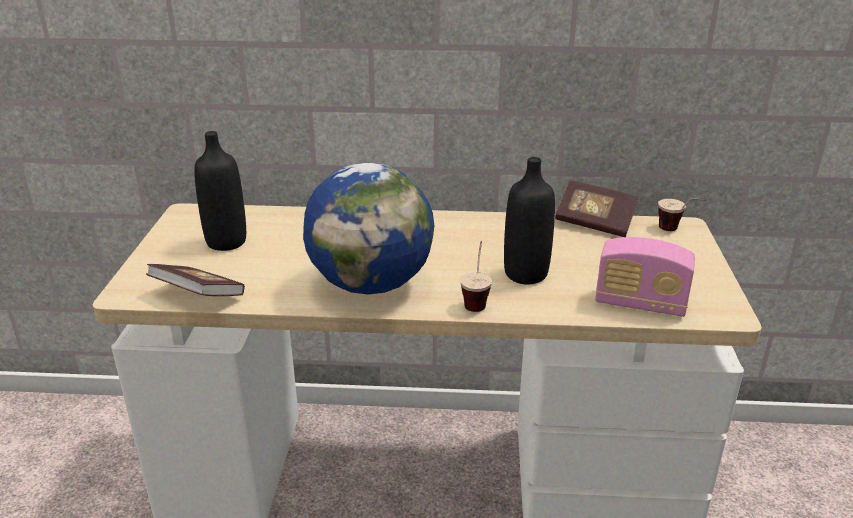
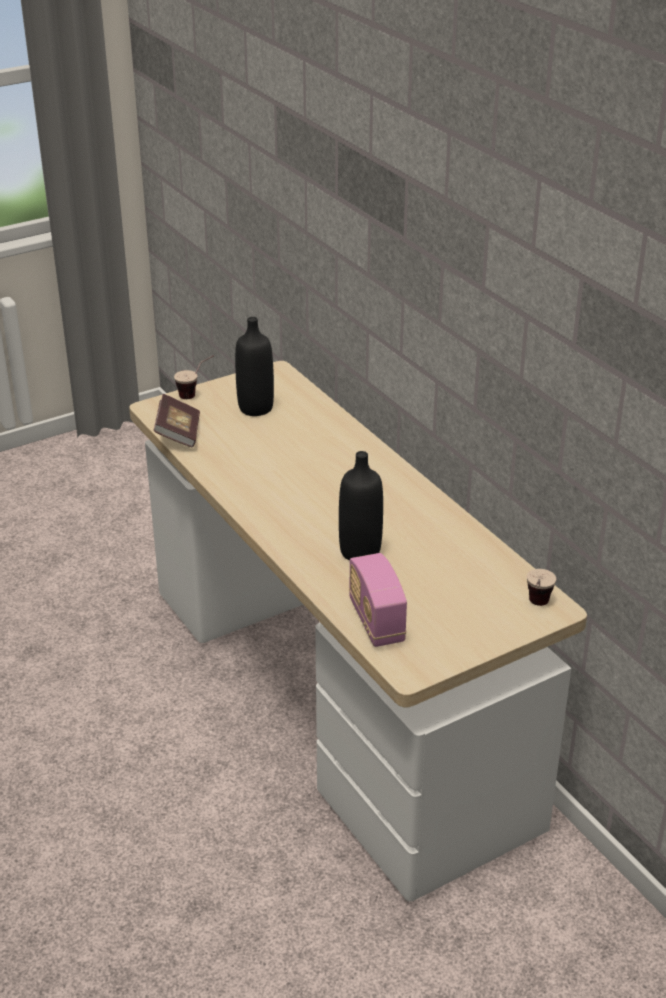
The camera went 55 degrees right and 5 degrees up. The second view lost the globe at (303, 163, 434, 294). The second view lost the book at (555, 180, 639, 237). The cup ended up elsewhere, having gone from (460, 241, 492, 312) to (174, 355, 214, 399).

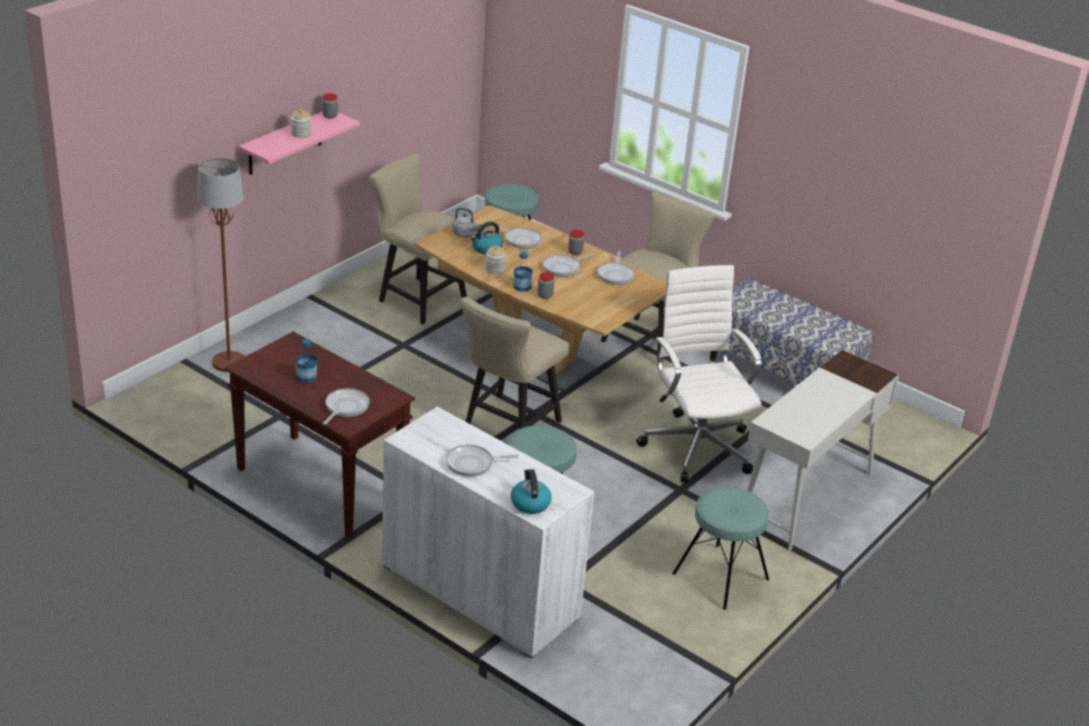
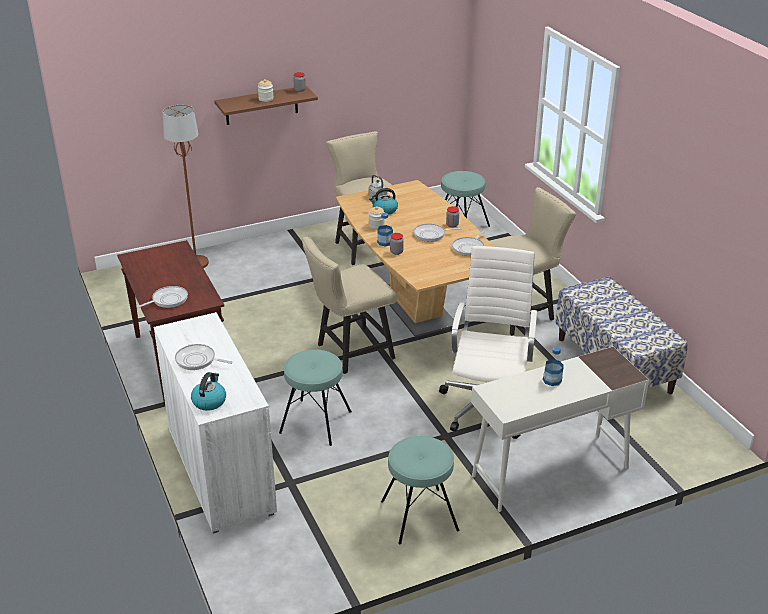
The camera went 30 degrees right and 0 degrees up. What was the pink shelf at (238, 112, 360, 175) turned into the brown shelf at (214, 86, 318, 125). The second view lost the frying pan at (492, 226, 542, 249). The bottle ended up elsewhere, having gone from (296, 339, 317, 383) to (543, 347, 564, 386).

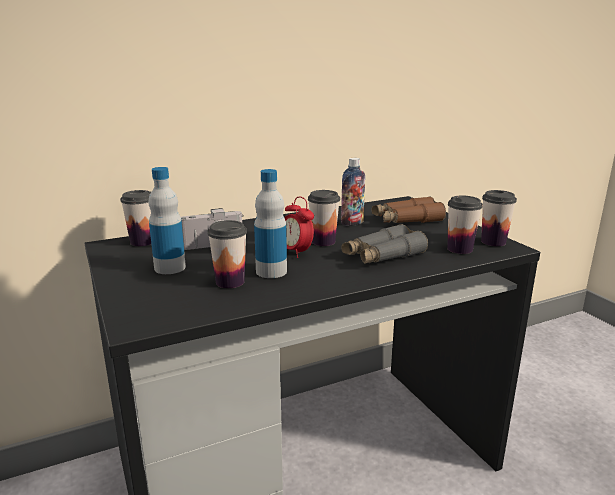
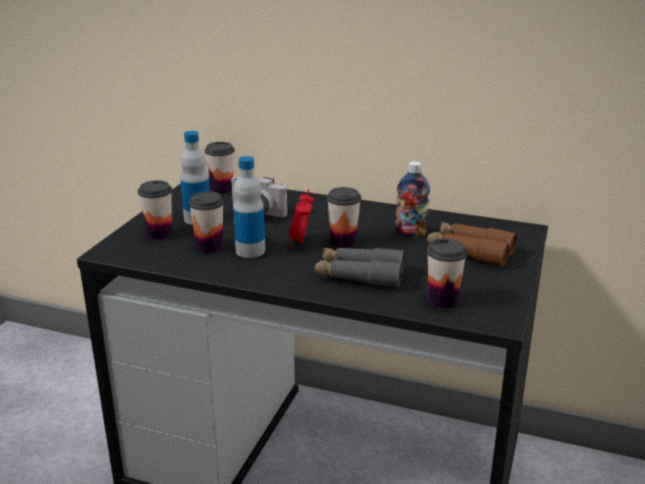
The camera went 45 degrees right and 5 degrees up. The cup ended up elsewhere, having gone from (481, 190, 517, 246) to (138, 180, 172, 240).

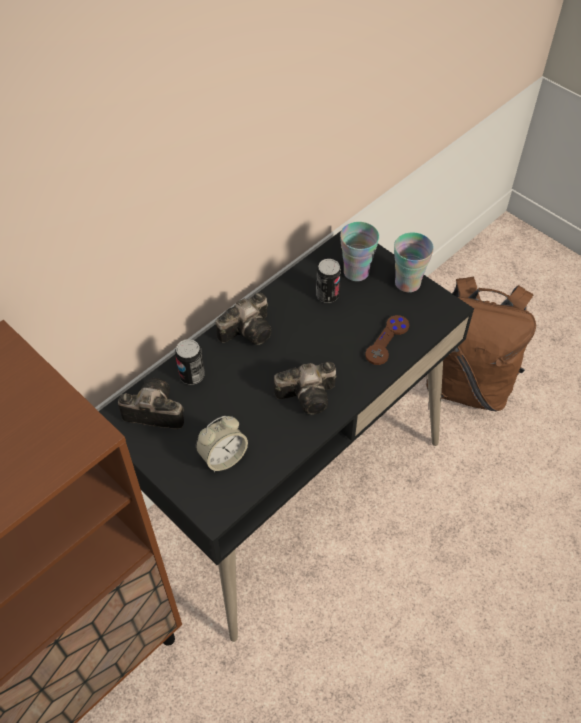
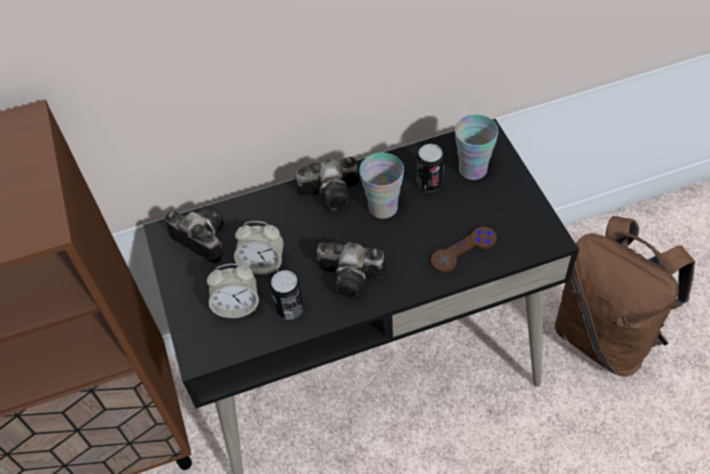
The camera went 30 degrees right and 0 degrees up. The cup ended up elsewhere, having gone from (394, 232, 434, 293) to (359, 153, 404, 219). The can ended up elsewhere, having gone from (175, 339, 205, 385) to (270, 270, 304, 320). The second view gained the alarm clock at (234, 221, 284, 275).

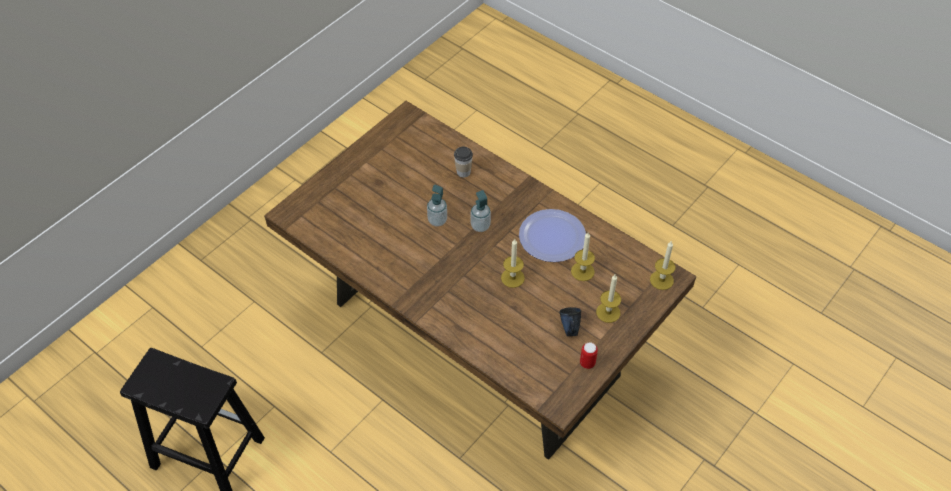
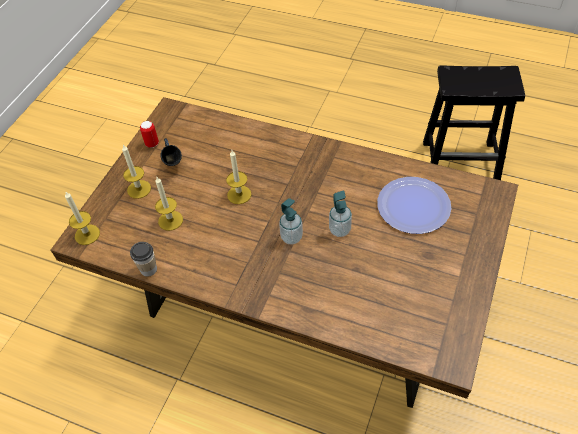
The camera went 165 degrees right and 0 degrees up. The cup ended up elsewhere, having gone from (454, 147, 473, 177) to (130, 242, 157, 277). The plate ended up elsewhere, having gone from (519, 209, 586, 262) to (377, 177, 451, 234).

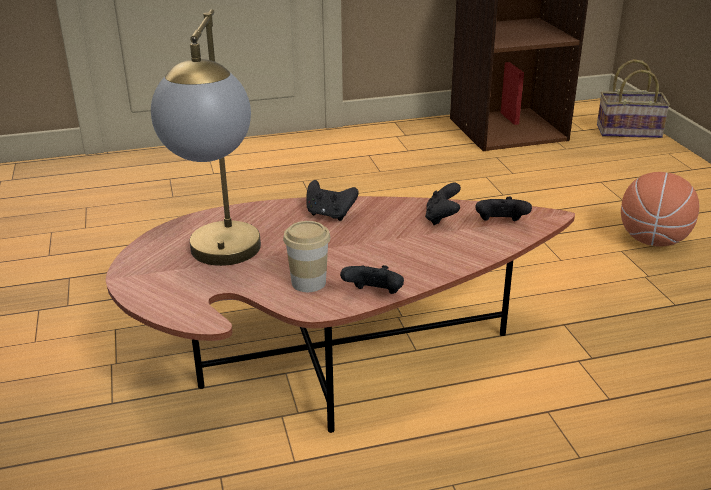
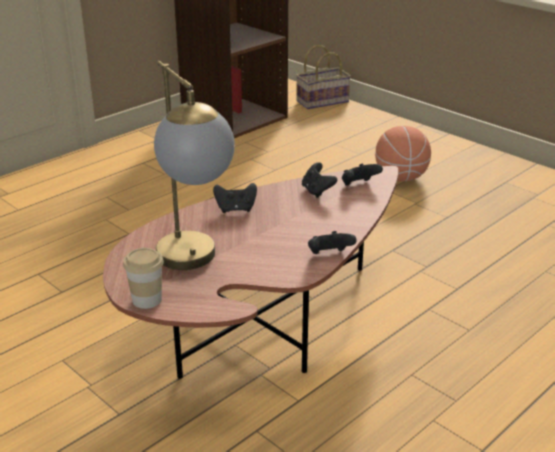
The camera went 30 degrees left and 0 degrees up. The cup ended up elsewhere, having gone from (283, 221, 331, 292) to (123, 248, 164, 309).

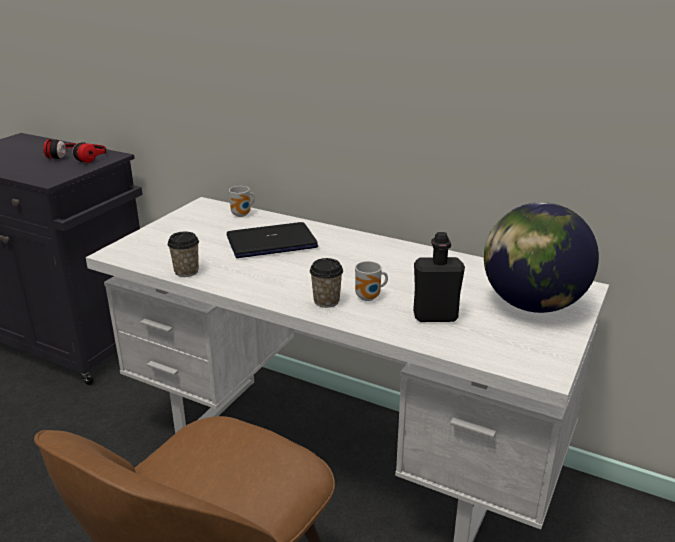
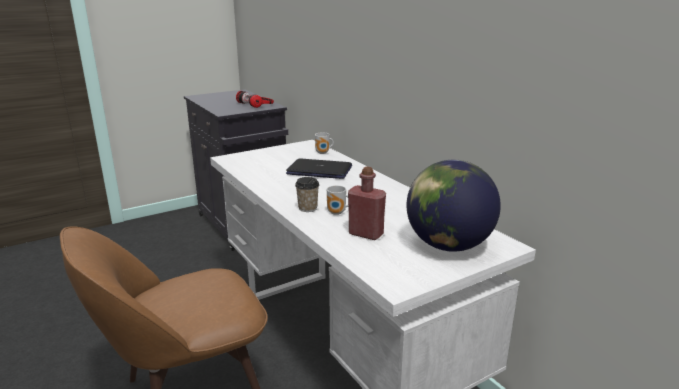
The camera went 30 degrees right and 5 degrees down. The second view lost the cup at (168, 232, 199, 277). What was the black bottle at (413, 232, 465, 322) turned into the red bottle at (348, 166, 386, 240).

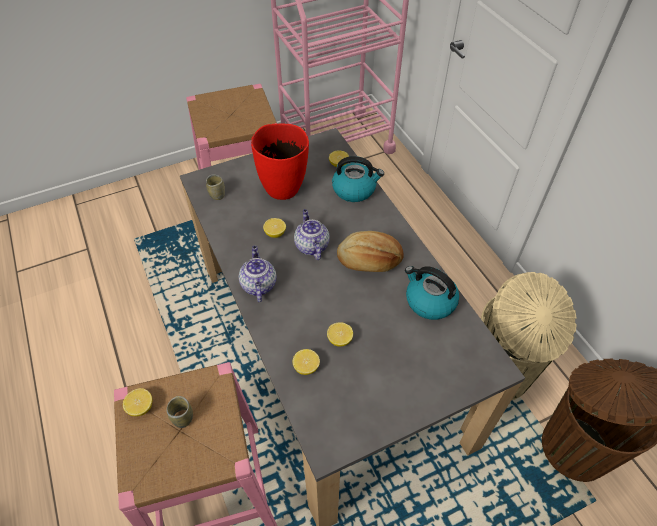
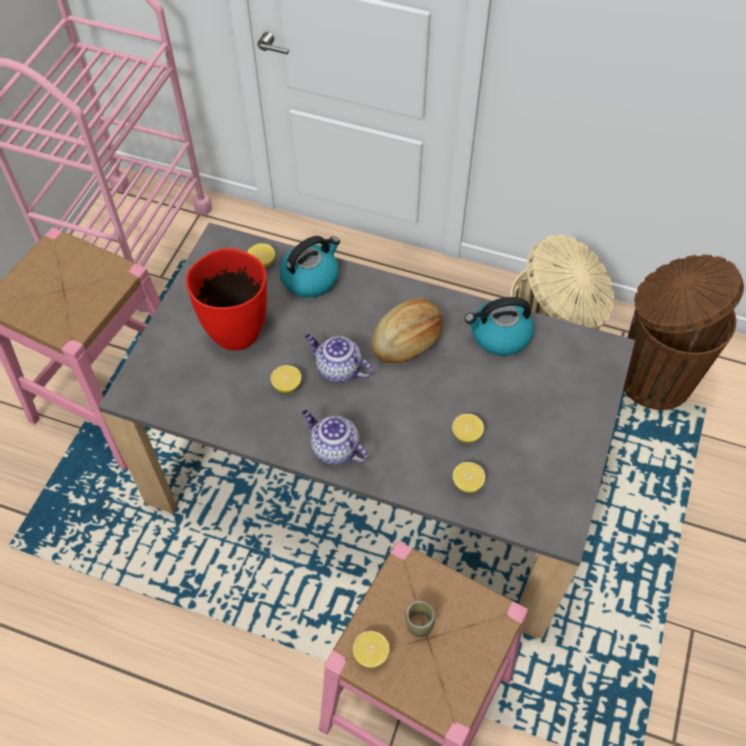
The camera went 45 degrees left and 5 degrees up. The second view lost the cup at (206, 174, 225, 200).

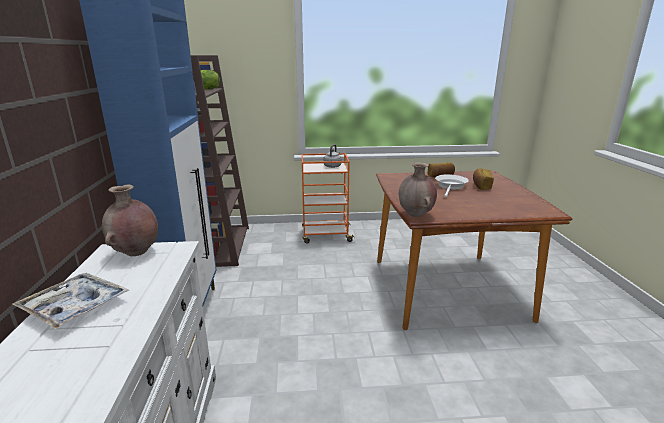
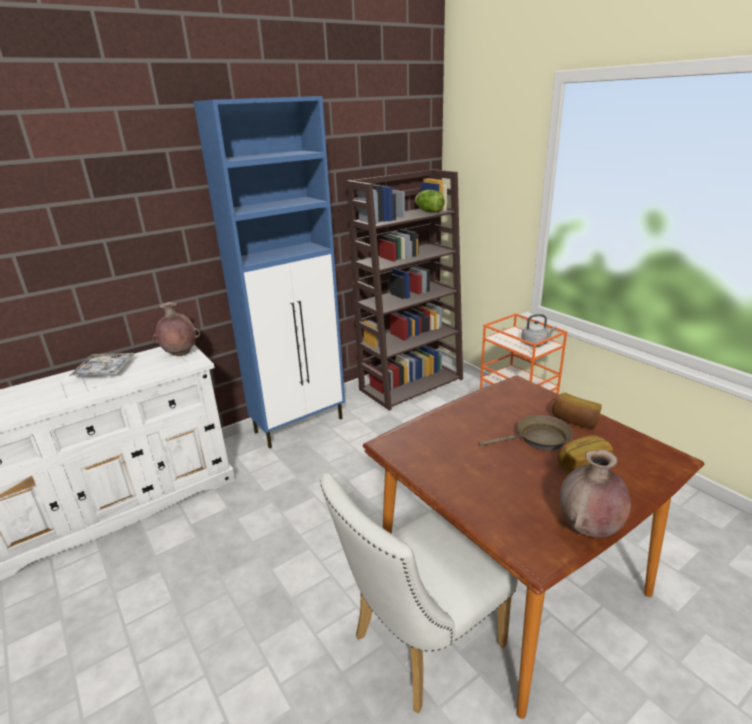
The camera went 60 degrees right and 5 degrees up. The brown vase ended up elsewhere, having gone from (399, 162, 437, 217) to (560, 450, 631, 538). What was the white frying pan at (435, 174, 469, 197) turned into the brown frying pan at (479, 415, 573, 450). The second view gained the white chair at (320, 473, 518, 713).

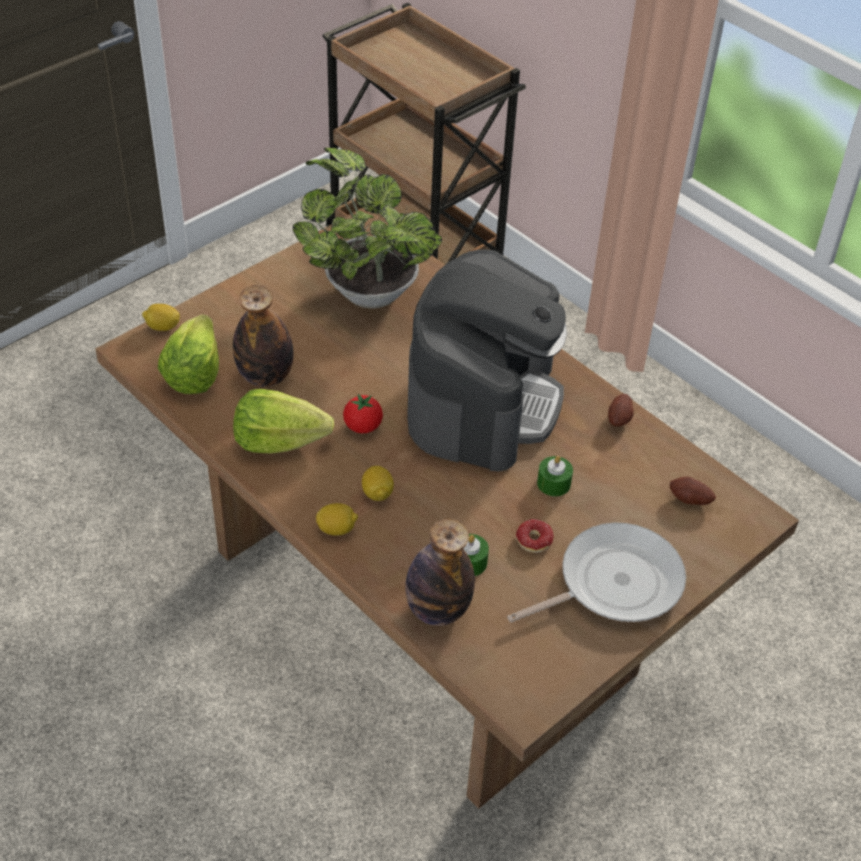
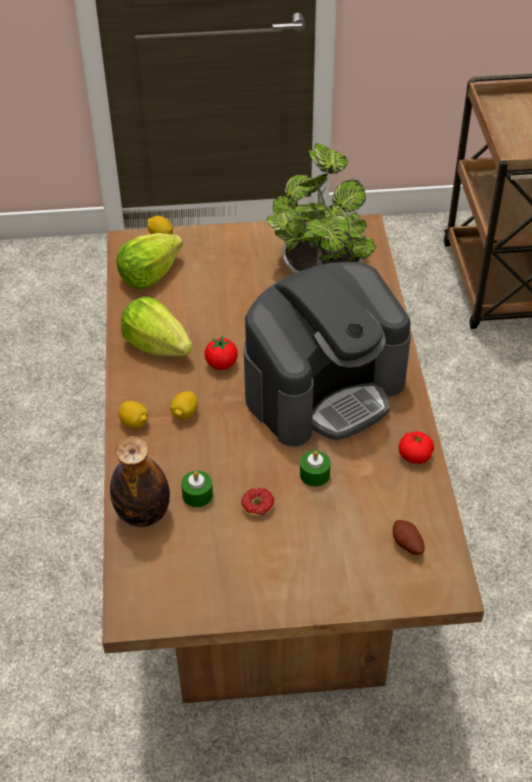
The camera went 40 degrees right and 0 degrees up. The second view lost the bottle at (233, 285, 293, 387). Where the potato stood at (608, 394, 634, 427), the tomato came to stand at (399, 431, 434, 464). The second view lost the frying pan at (507, 523, 686, 622).

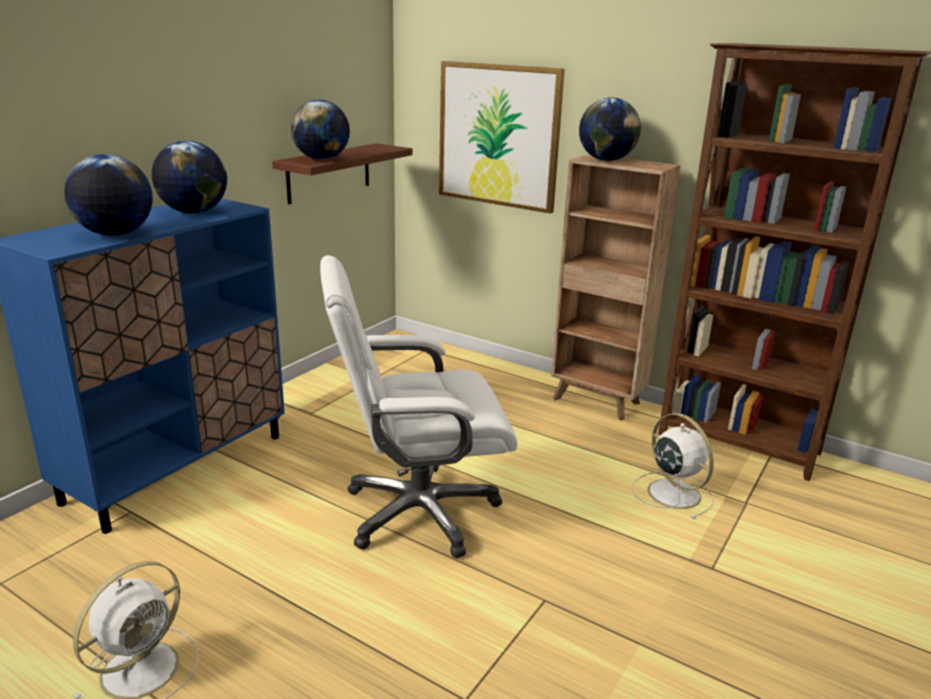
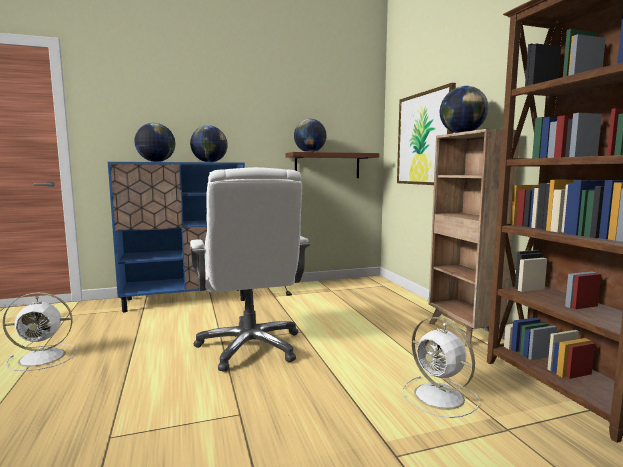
The camera went 40 degrees right and 15 degrees down. The white office chair at (320, 255, 518, 558) ended up facing another way, 135 degrees counterclockwise from before. The white fan at (632, 413, 714, 519) ended up facing another way, 135 degrees clockwise from before.

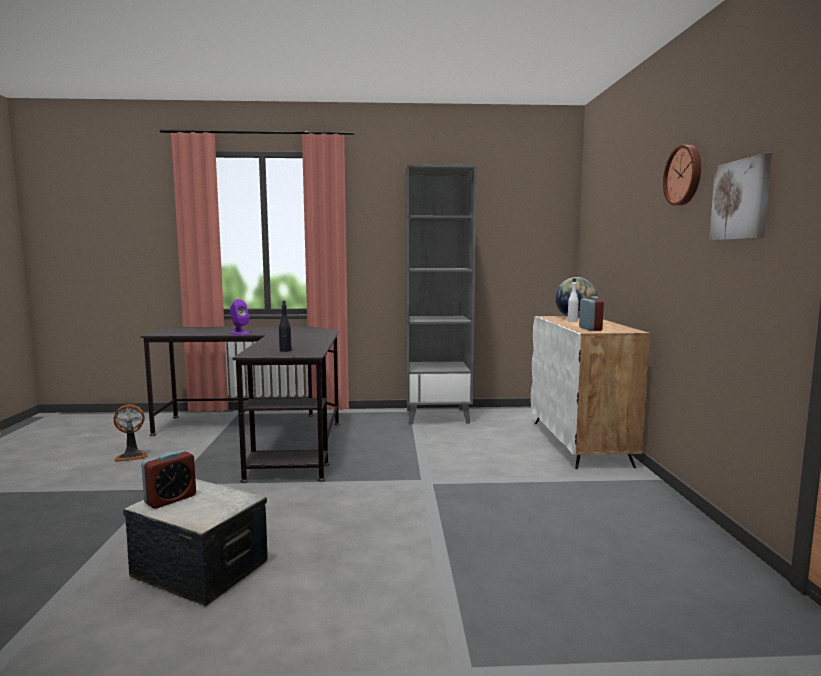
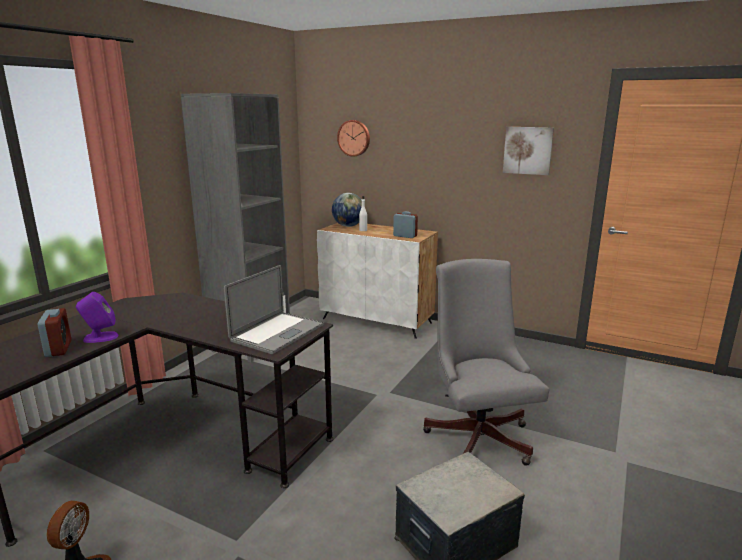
The camera went 60 degrees left and 10 degrees up. The wall clock ended up elsewhere, having gone from (663, 145, 701, 206) to (337, 120, 370, 157). Where the black bottle stood at (279, 301, 291, 352), the laptop came to stand at (224, 265, 324, 354). The alarm clock ended up elsewhere, having gone from (141, 450, 196, 509) to (38, 308, 72, 357). The second view gained the grey office chair at (423, 259, 549, 466).

